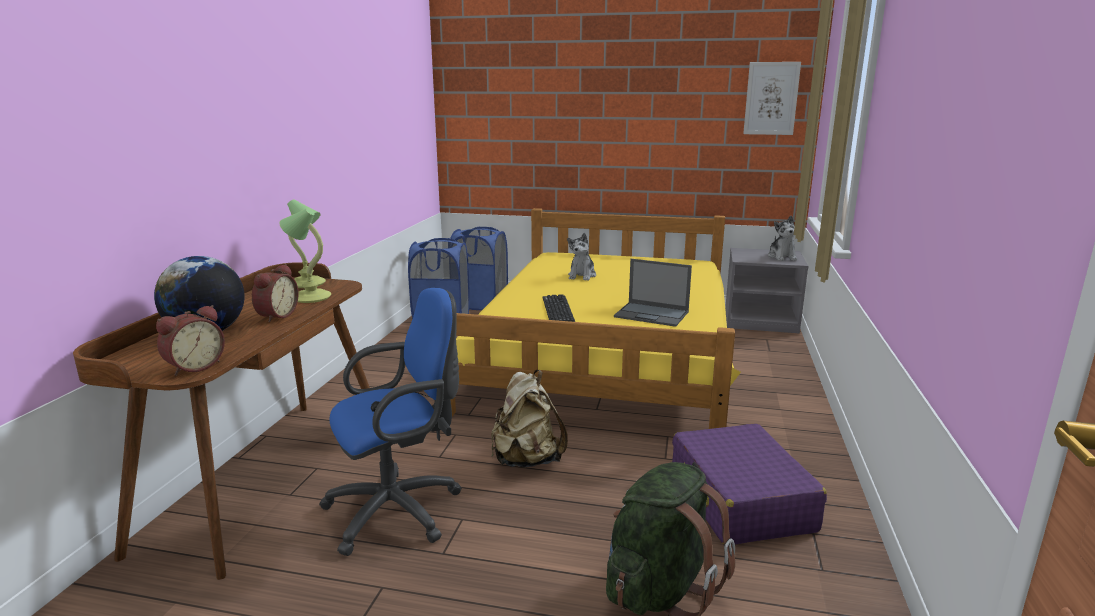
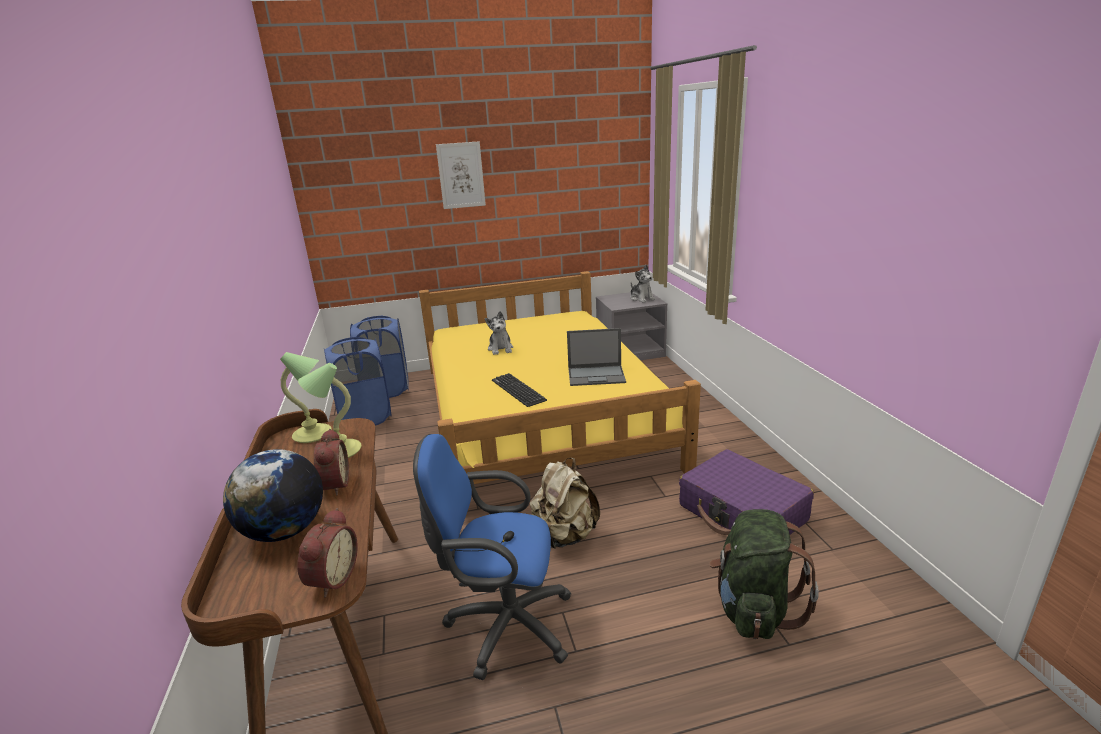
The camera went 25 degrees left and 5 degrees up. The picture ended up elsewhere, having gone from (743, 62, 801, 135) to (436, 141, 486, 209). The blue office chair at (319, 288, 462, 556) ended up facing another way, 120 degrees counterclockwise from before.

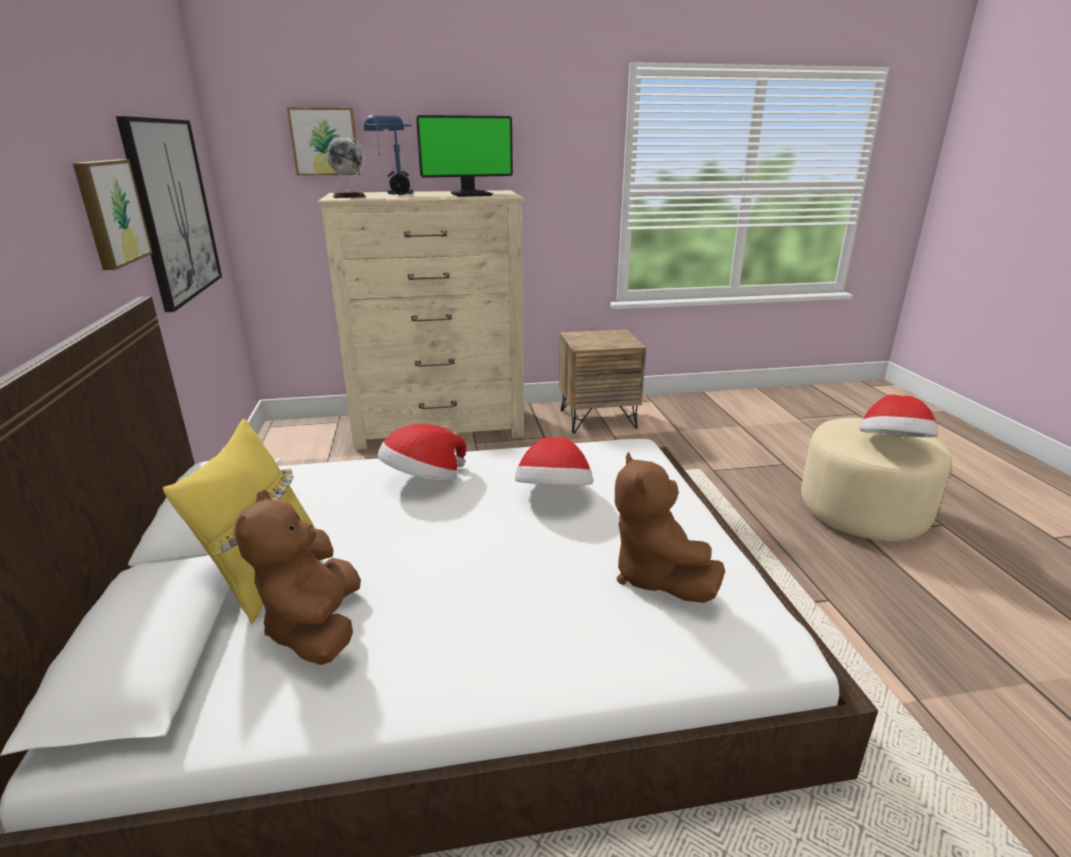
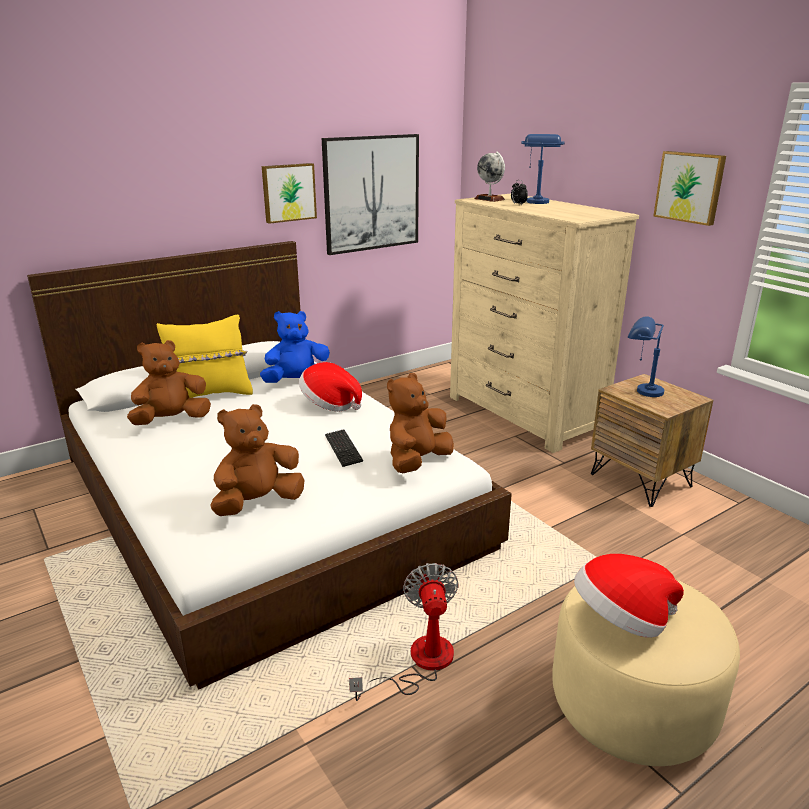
The camera went 65 degrees right and 0 degrees up. The picture ended up elsewhere, having gone from (287, 107, 360, 176) to (653, 151, 726, 226). The second view lost the monitor at (416, 115, 513, 197). Where the hat stood at (515, 437, 593, 485), the keyboard came to stand at (325, 430, 363, 467). The second view gained the blue plush toy at (260, 311, 330, 383). The second view gained the blue table lamp at (628, 316, 664, 397). The second view gained the brown plush toy at (387, 373, 454, 473). The second view gained the fan at (349, 563, 459, 701).

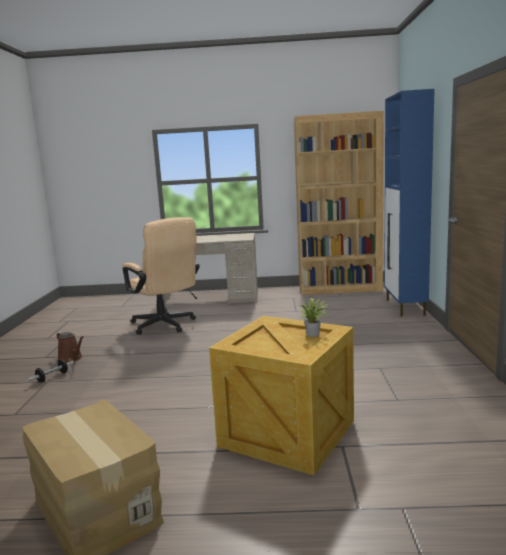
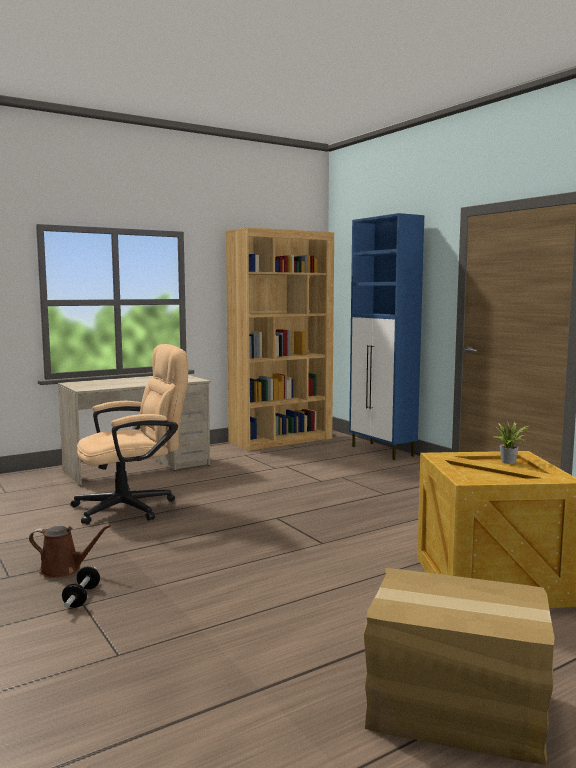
The camera went 35 degrees left and 5 degrees down. The beige office chair at (123, 217, 200, 335) ended up facing another way, 45 degrees counterclockwise from before.

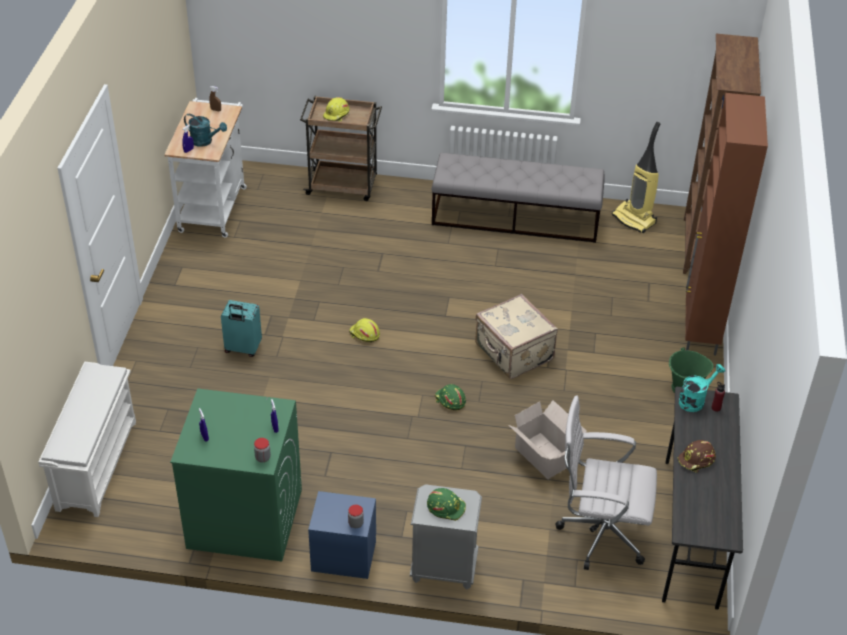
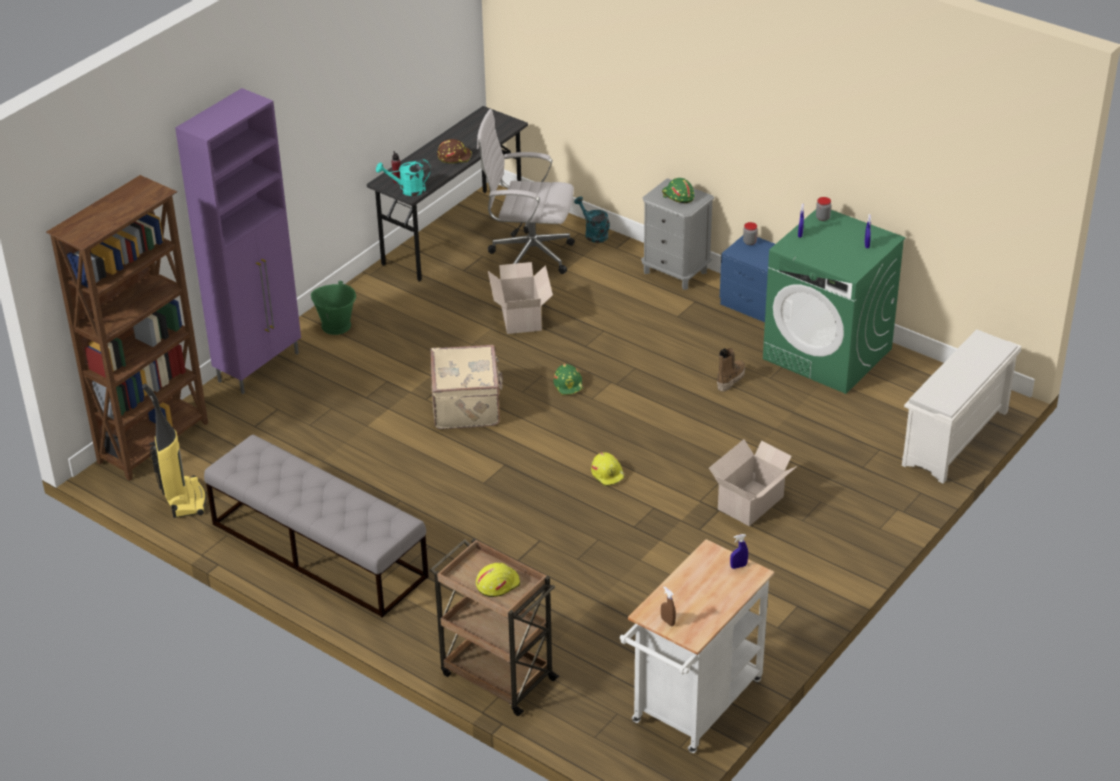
The camera went 150 degrees left and 5 degrees down. What was the brown cabinet at (685, 93, 768, 356) turned into the purple cabinet at (175, 88, 301, 394). The turquoise watering can ended up elsewhere, having gone from (184, 114, 227, 147) to (574, 197, 610, 243). Where the turquoise suitcase stood at (221, 300, 262, 357), the cardboard box came to stand at (709, 439, 797, 526). The white office chair at (555, 395, 657, 570) ended up facing another way, 150 degrees clockwise from before. The second view gained the boot at (717, 348, 745, 391).

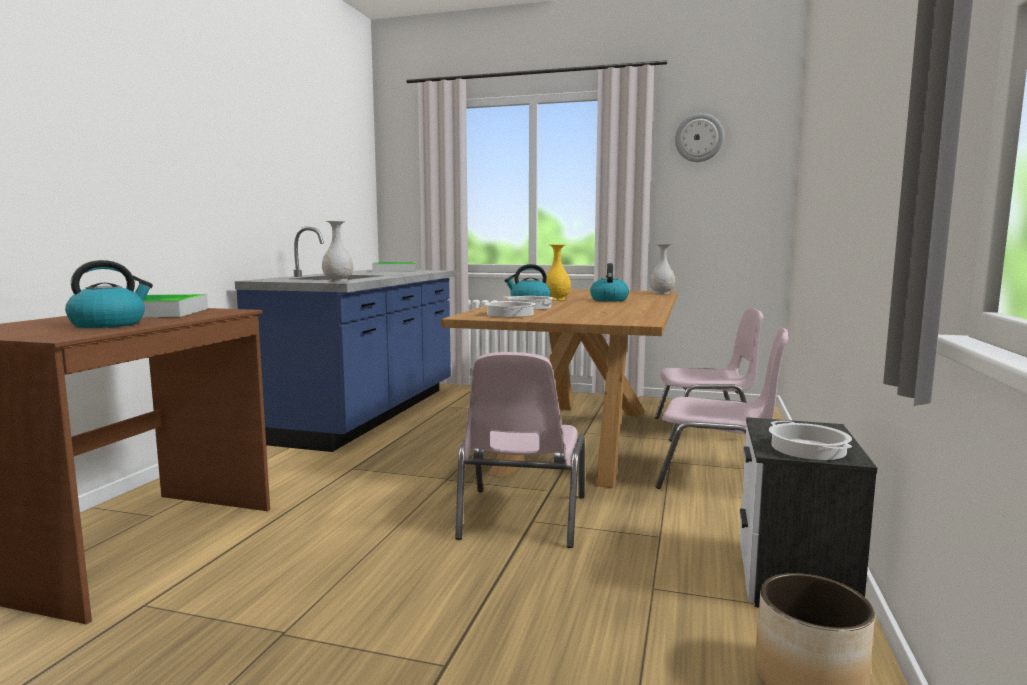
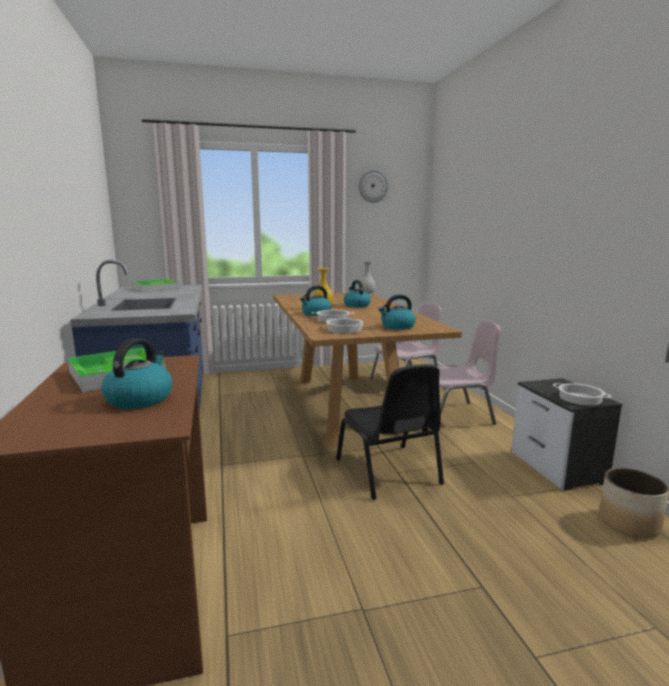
The camera went 30 degrees left and 5 degrees up. The second view lost the white vase at (322, 221, 354, 282). What was the pink chair at (455, 352, 585, 548) turned into the black chair at (336, 364, 444, 500). The second view gained the kettle at (379, 294, 416, 330).

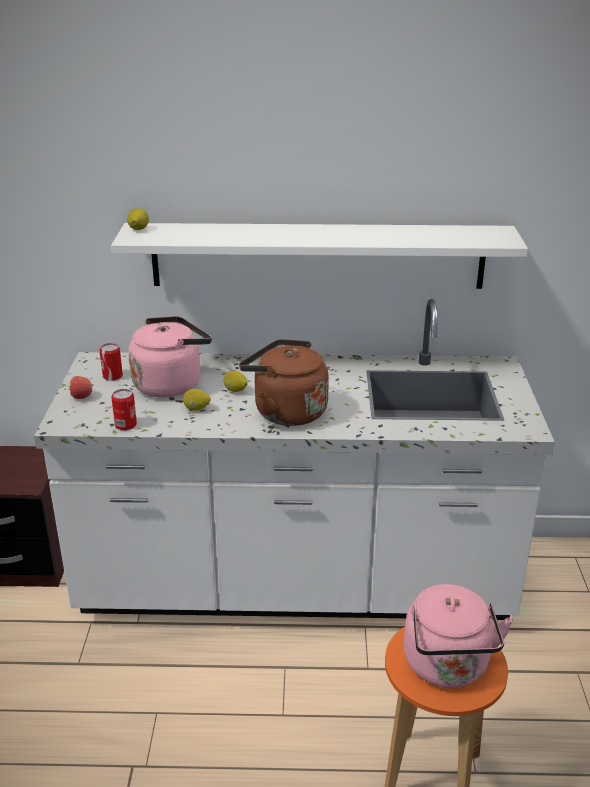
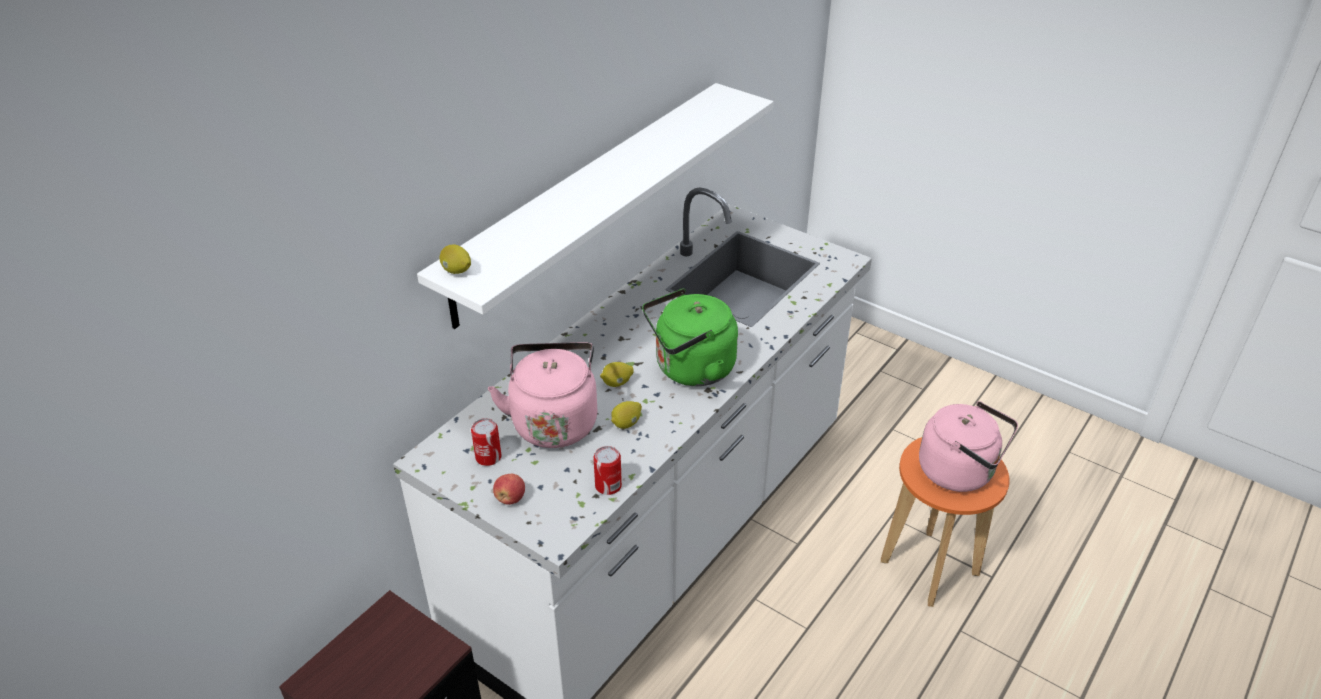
The camera went 55 degrees left and 10 degrees up. What was the brown kettle at (239, 339, 329, 426) turned into the green kettle at (642, 288, 738, 386).

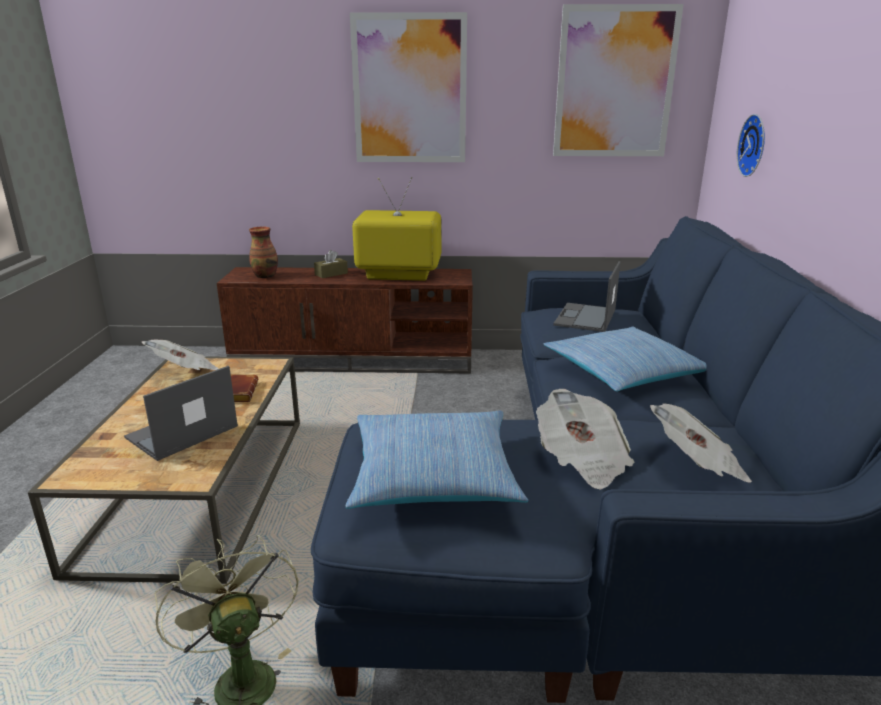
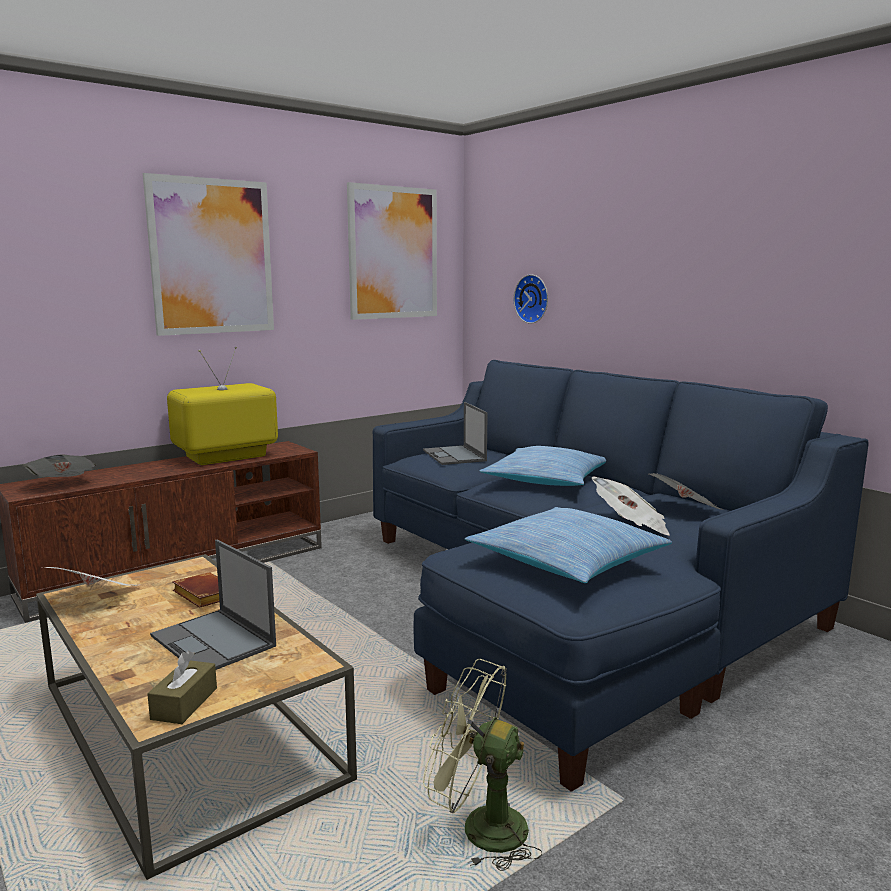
The camera went 40 degrees left and 10 degrees down. Where the vase stood at (249, 227, 278, 278), the newspaper came to stand at (22, 455, 96, 477). The brown tissue box ended up elsewhere, having gone from (314, 250, 348, 278) to (147, 651, 217, 724). The laptop at (124, 366, 238, 461) ended up facing another way, 45 degrees counterclockwise from before.

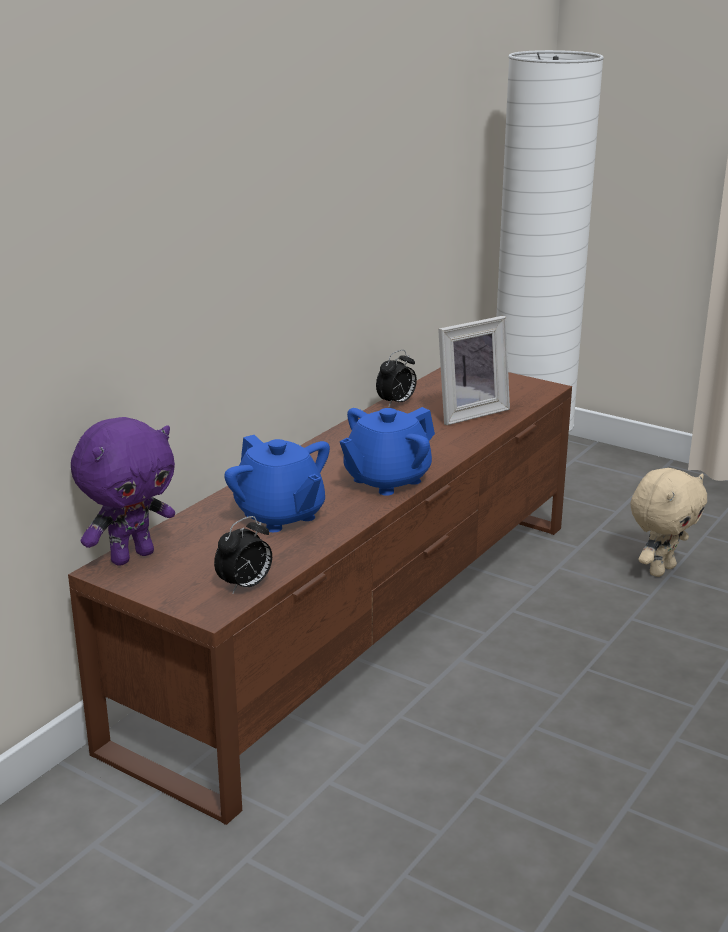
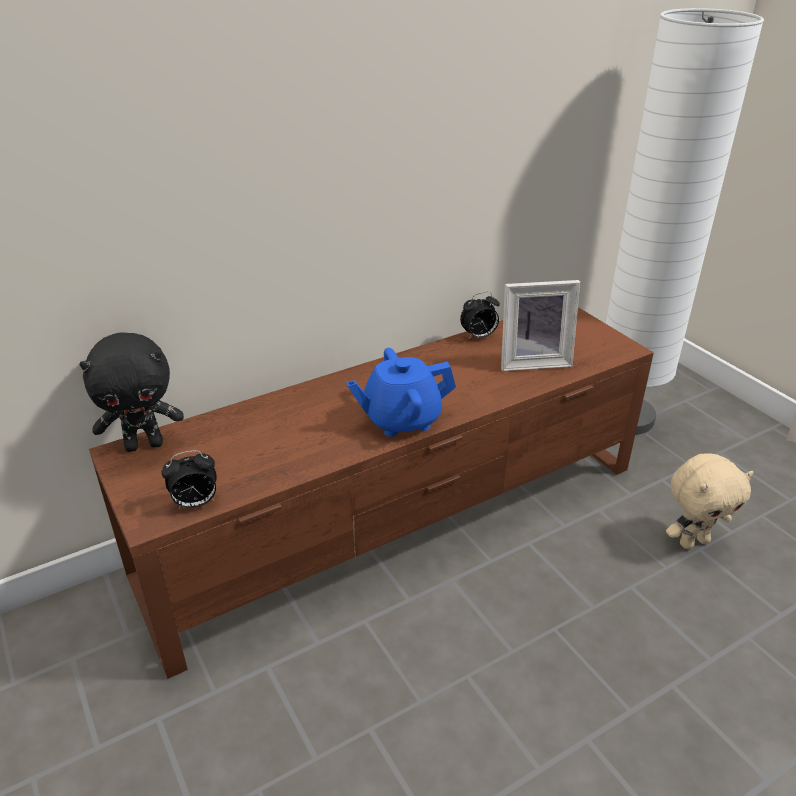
The camera went 25 degrees right and 10 degrees up. What was the purple plush toy at (71, 417, 175, 566) turned into the black plush toy at (79, 333, 184, 452). The second view lost the blue teapot at (224, 435, 330, 532).

